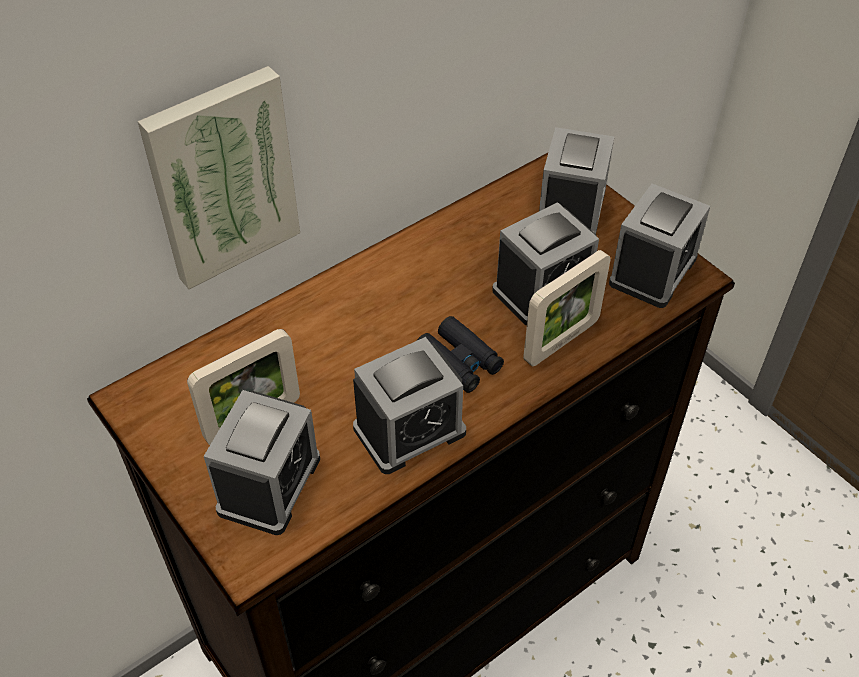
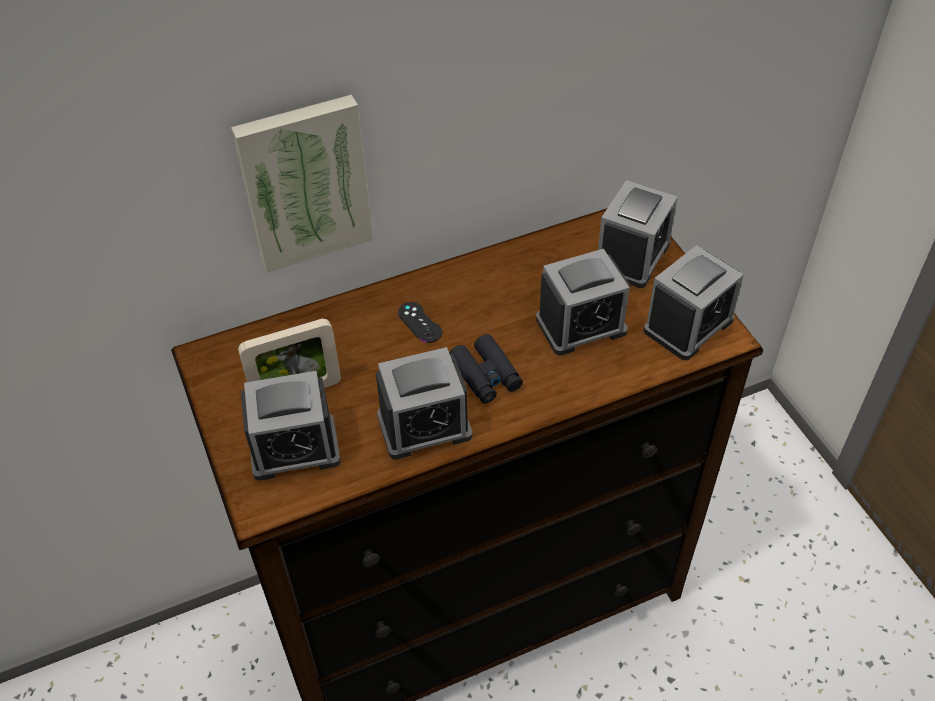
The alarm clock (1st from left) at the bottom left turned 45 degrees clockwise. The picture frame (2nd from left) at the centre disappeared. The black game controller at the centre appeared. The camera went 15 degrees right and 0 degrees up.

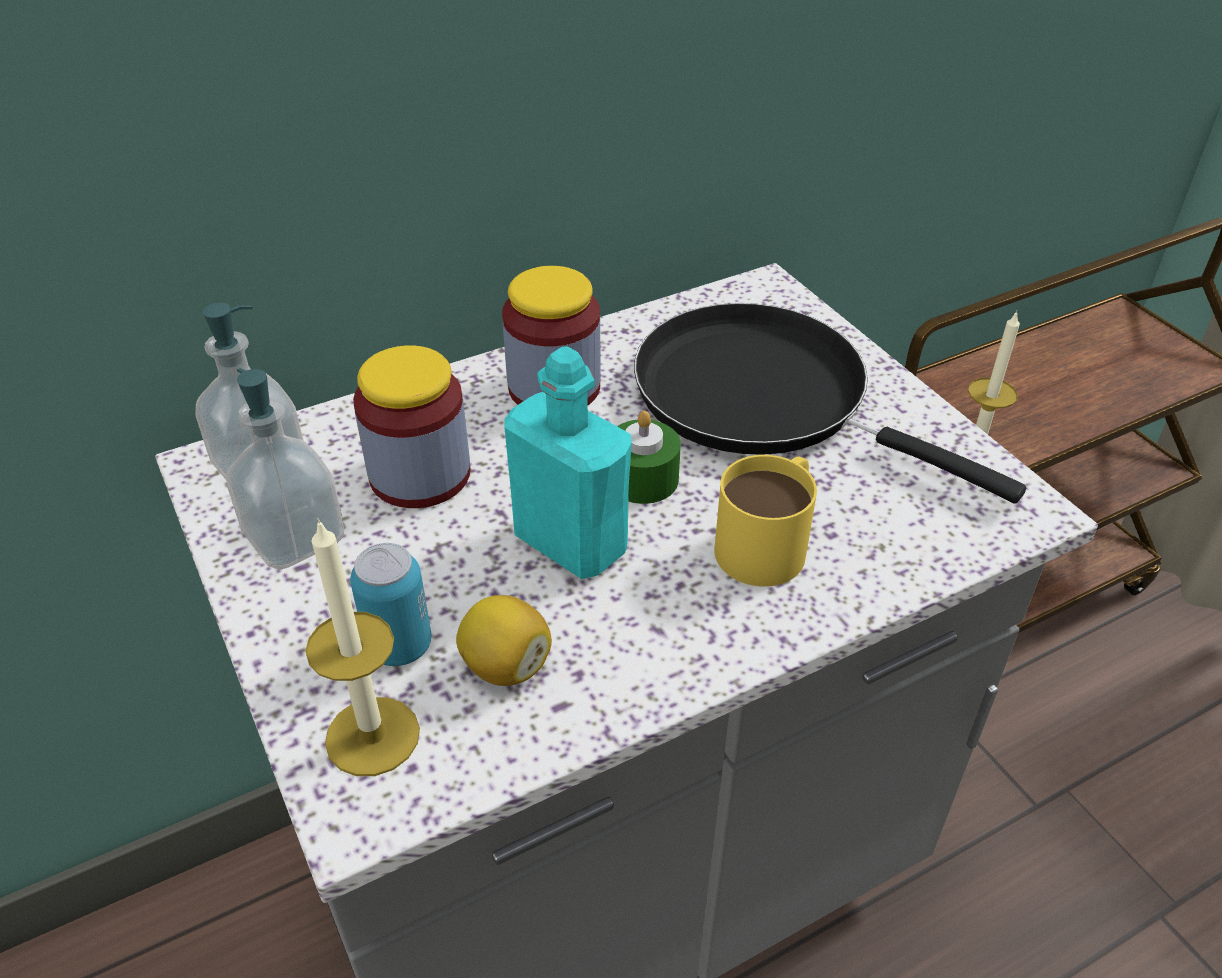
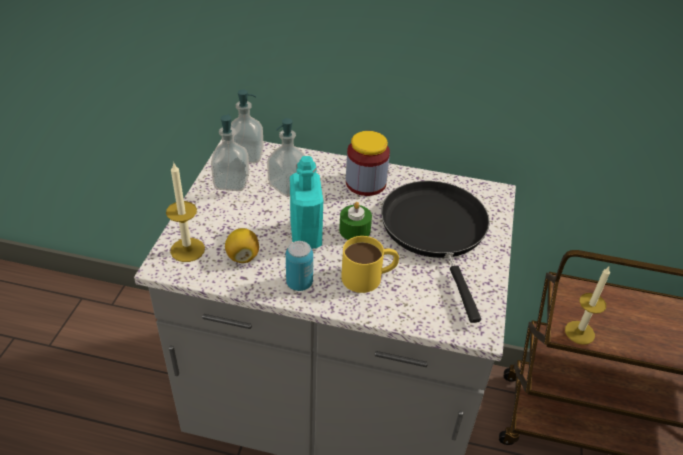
The can moved from the middle left to the centre. The jar (1st from left) at the centre was replaced by the soap dispenser (3rd from left) at the centre. The camera went 40 degrees right and 0 degrees up.

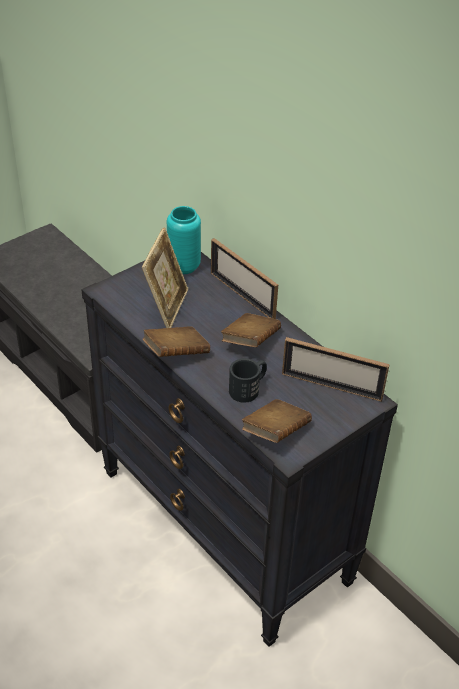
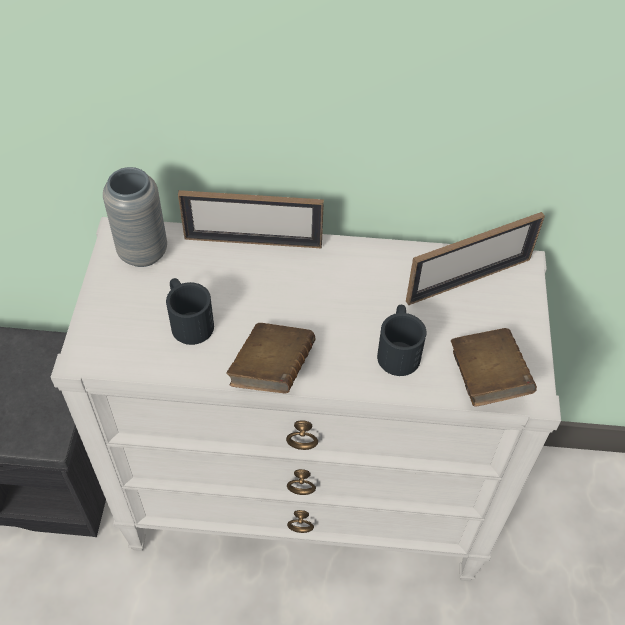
The black dresser at the centre became the white dresser at the centre. The picture frame (1st from left) at the centre was replaced by the black mug (1st from left) at the middle left. The turquoise vase at the centre became the grey vase at the middle left. The brown book (2nd from left) at the centre disappeared. The camera went 45 degrees left and 10 degrees up.

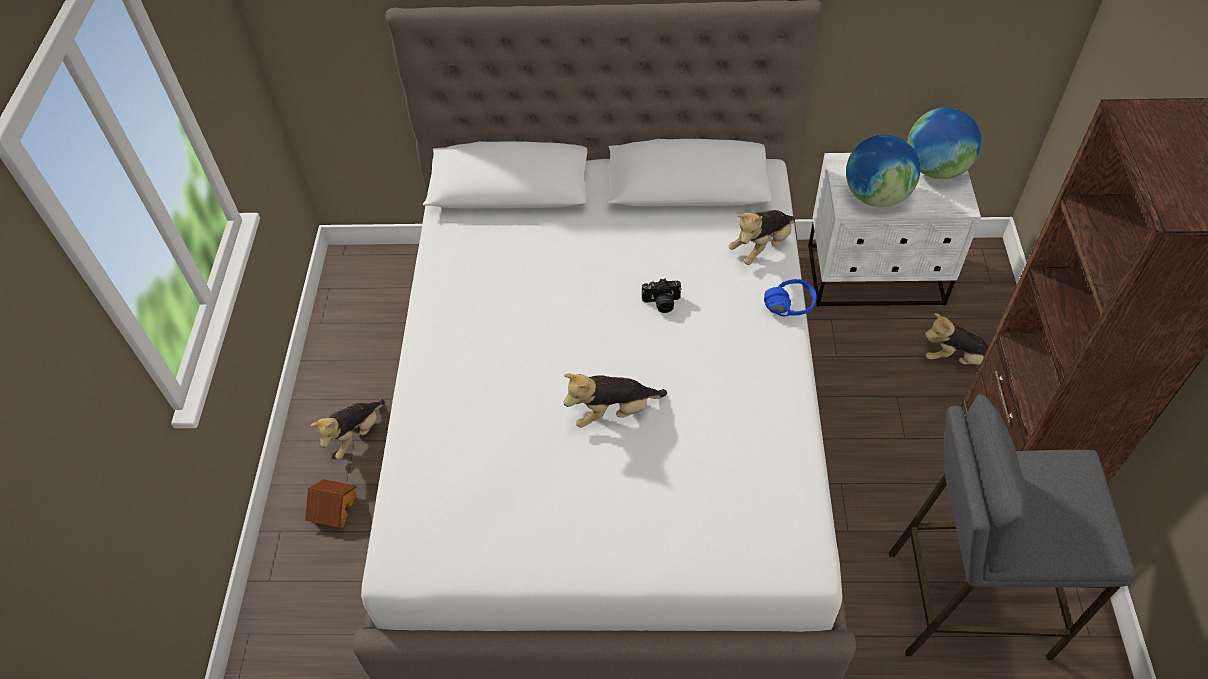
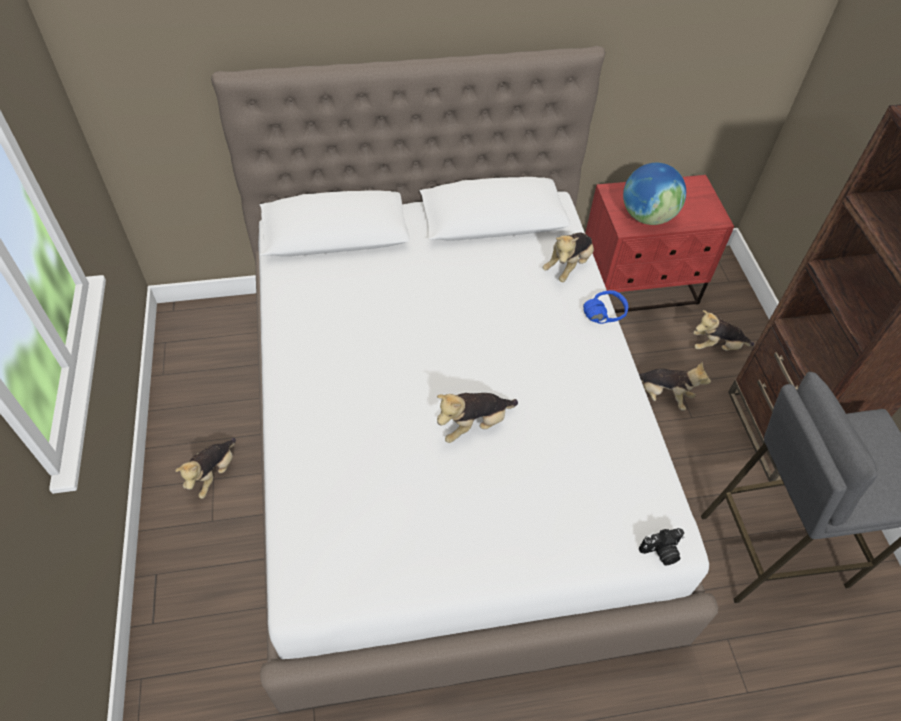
The toy house at the bottom left disappeared. The photo camera moved from the centre to the bottom right. The white nightstand at the middle right became the red nightstand at the middle right. The globe (2nd from left) at the top right disappeared. The plush toy (4th from left) at the middle right appeared. The camera went 15 degrees left and 0 degrees up.

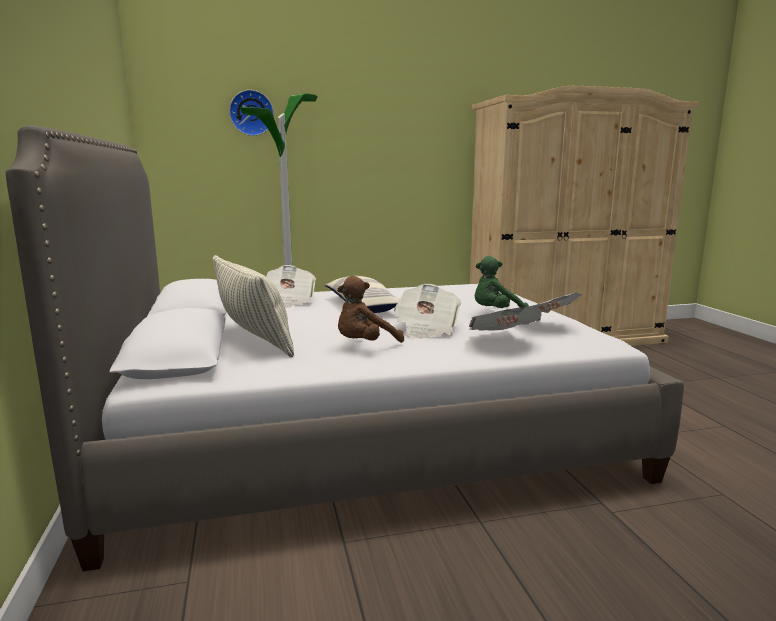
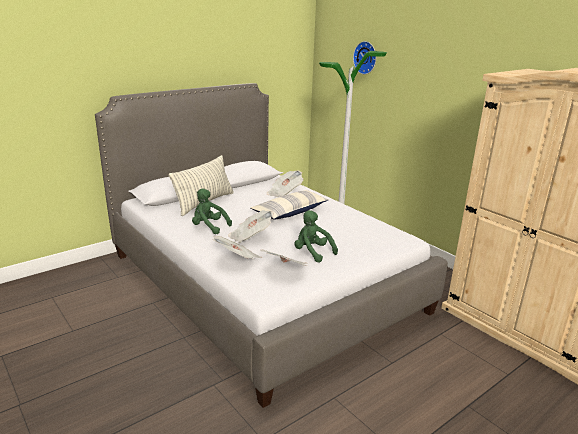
The brown plush toy at the centre became the green plush toy (1st from left) at the centre. The camera went 65 degrees right and 10 degrees up.

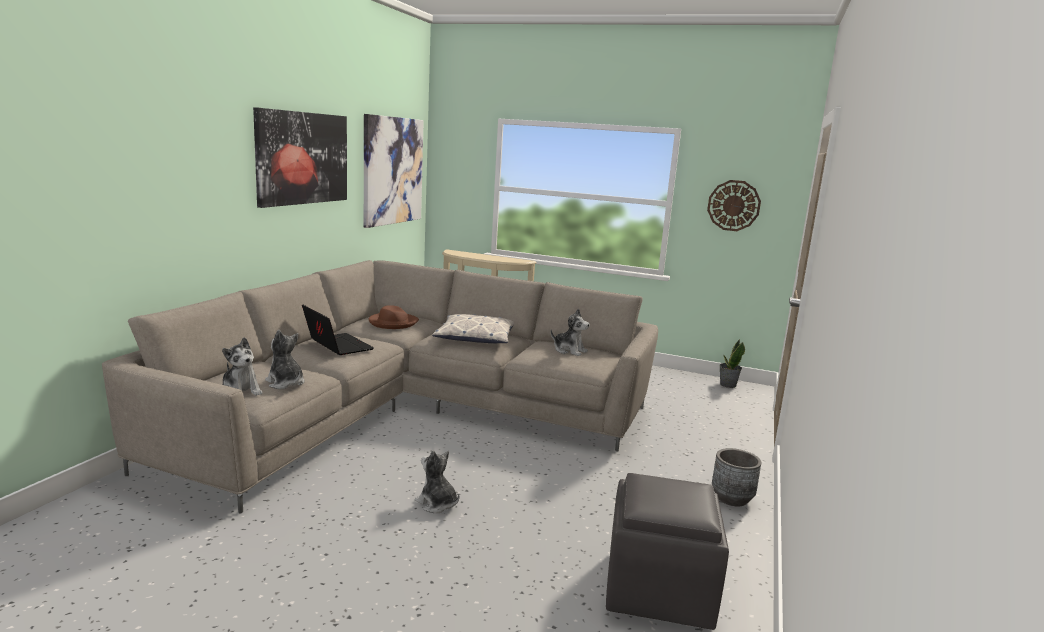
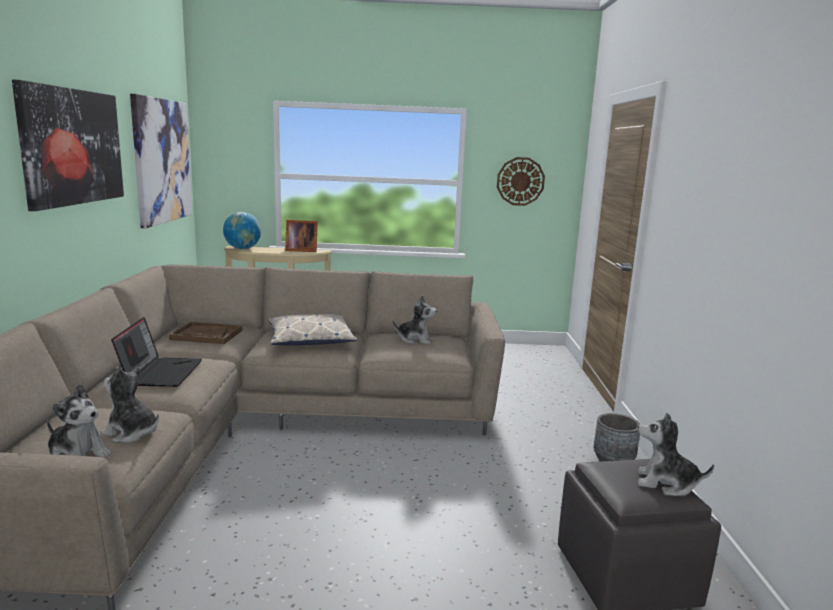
The laptop at the middle left turned 60 degrees clockwise. The brown hat at the centre was replaced by the brown tray at the middle left. The plush toy (3rd from left in the first image) moved from the bottom centre to the bottom right. The potted plant at the middle right disappeared. The globe at the middle left appeared. The picture frame at the centre appeared. The camera went 20 degrees left and 0 degrees up.

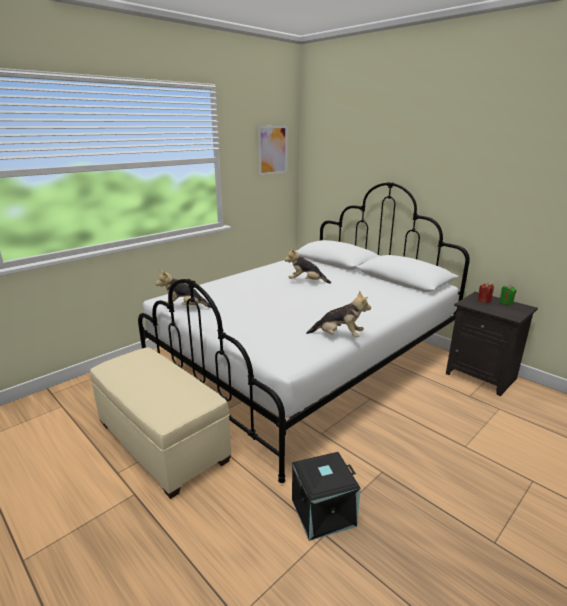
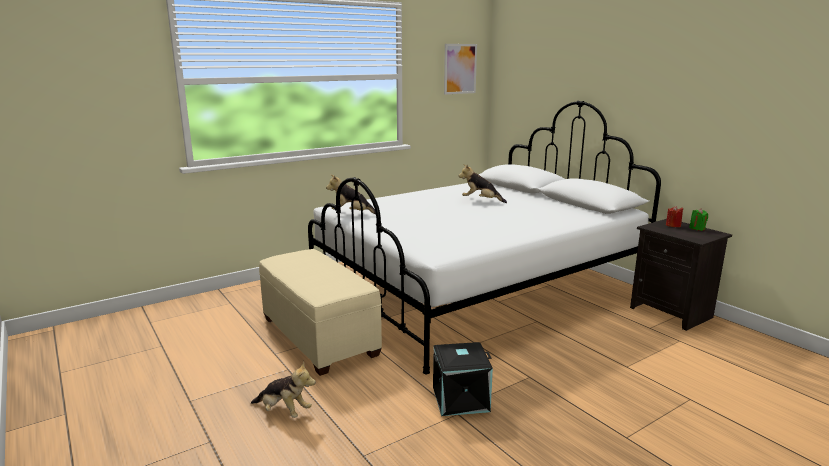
The plush toy (3rd from left in the first image) moved from the centre to the bottom centre. The camera went 10 degrees right and 5 degrees down.

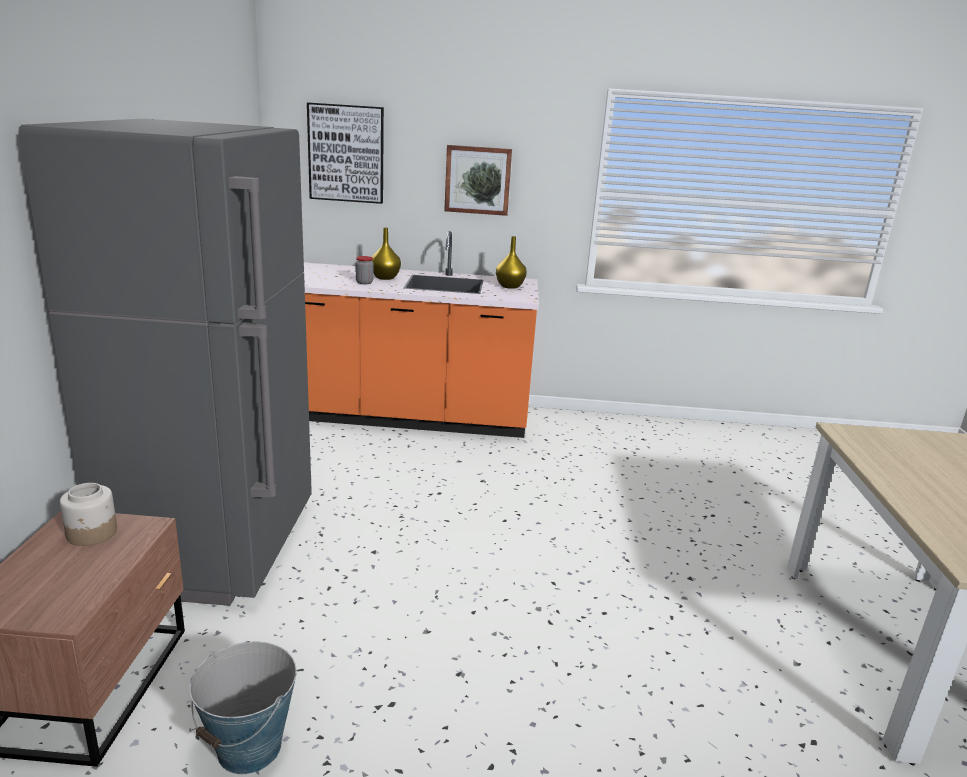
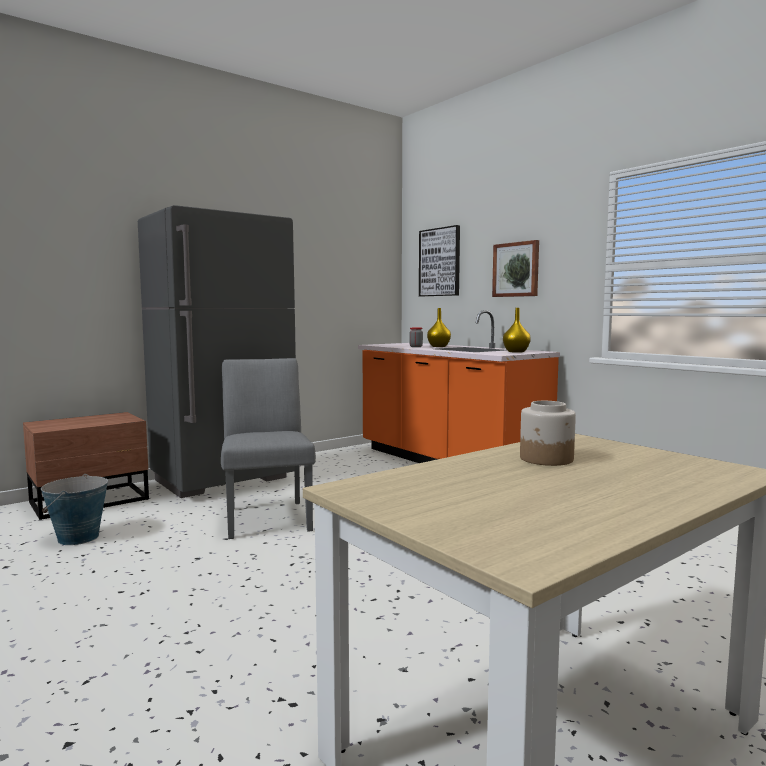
The jar (1st from left in the first image) moved from the middle left to the middle right. The grey chair at the centre appeared. The camera went 50 degrees right and 15 degrees down.

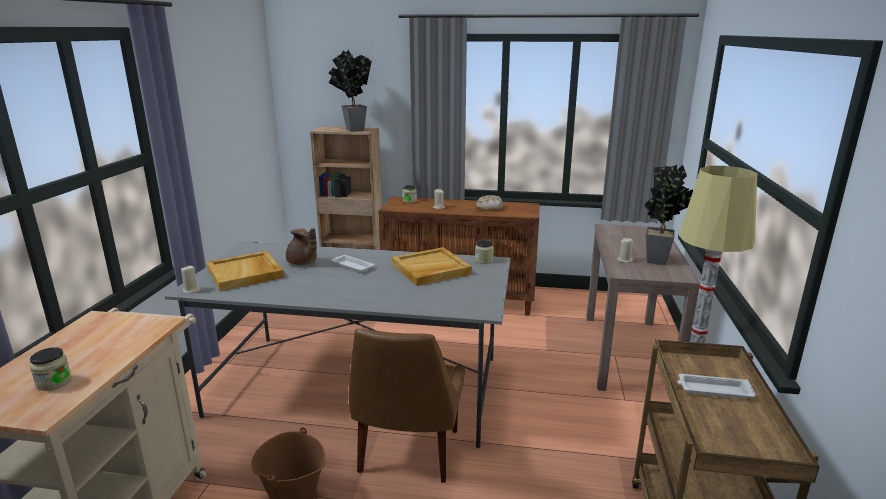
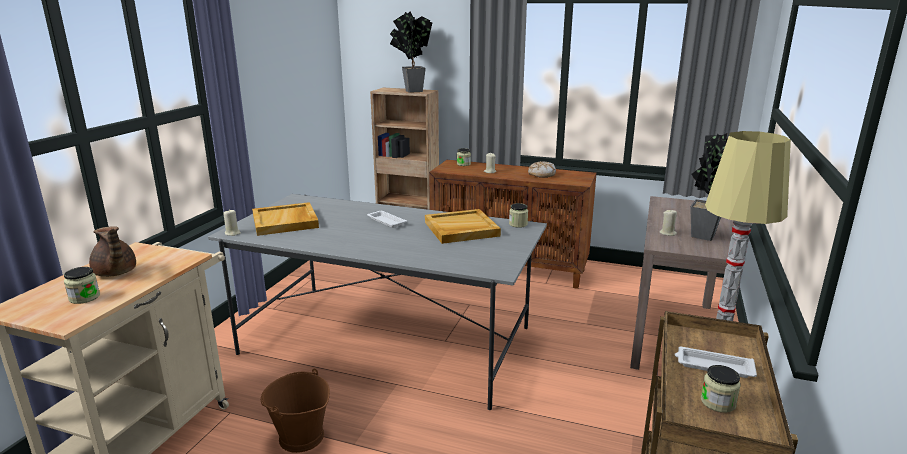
The brown teapot moved from the centre to the middle left. The brown chair at the bottom centre disappeared. The jar (4th from left) at the bottom right appeared. The camera went 10 degrees right and 0 degrees up.

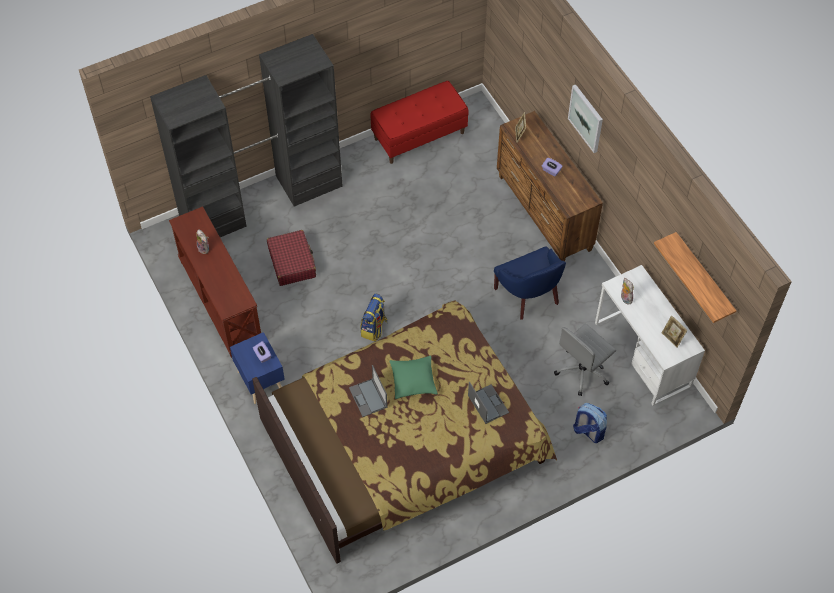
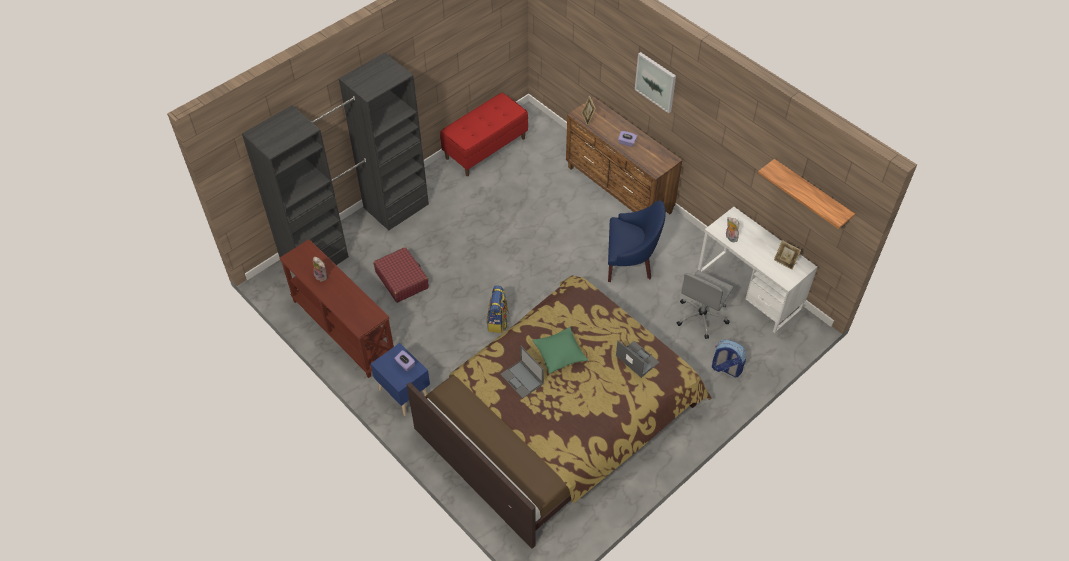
The blue armchair at the centre turned 45 degrees counterclockwise. The camera went 15 degrees left and 5 degrees down.

